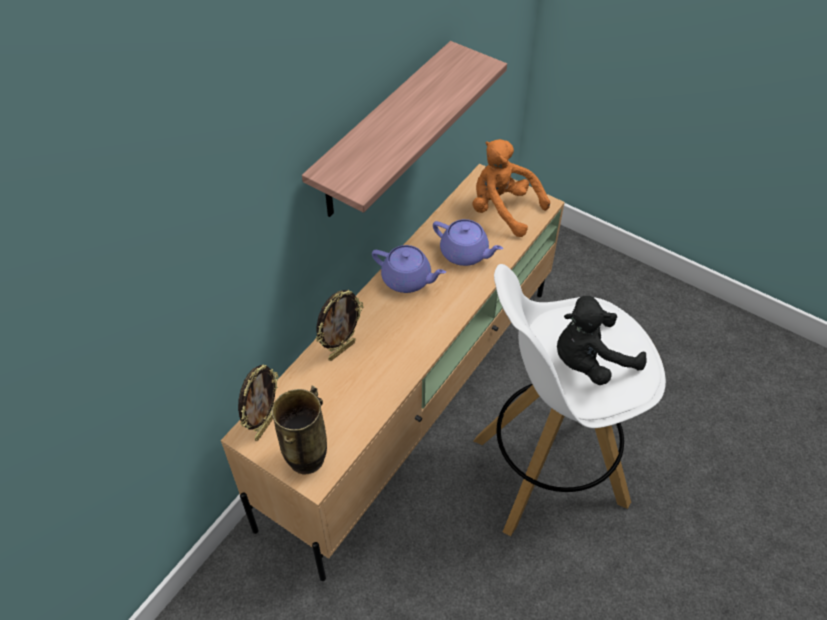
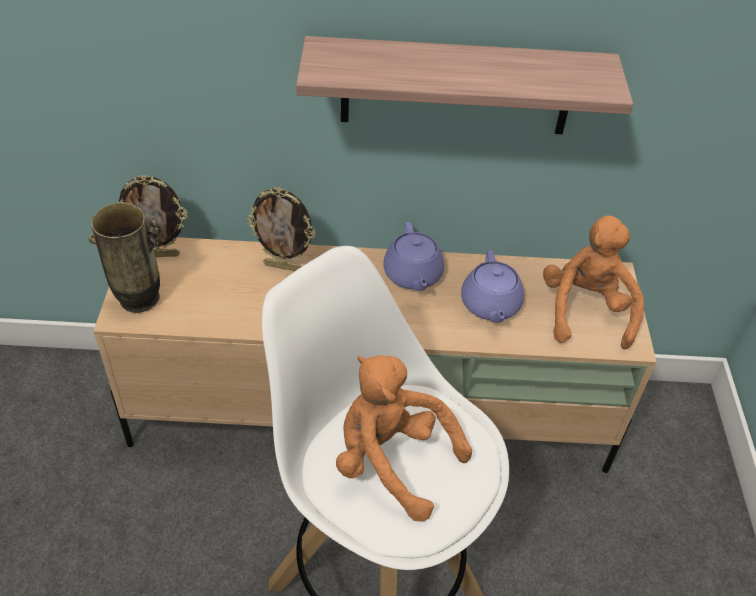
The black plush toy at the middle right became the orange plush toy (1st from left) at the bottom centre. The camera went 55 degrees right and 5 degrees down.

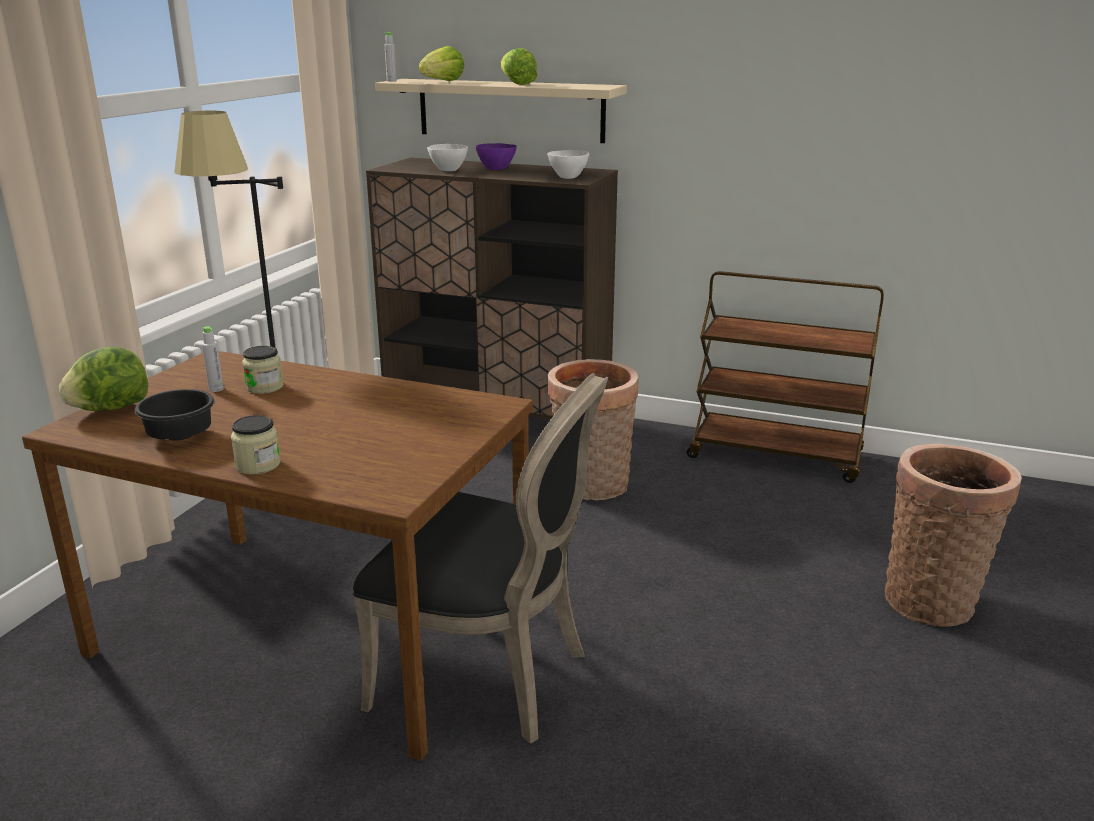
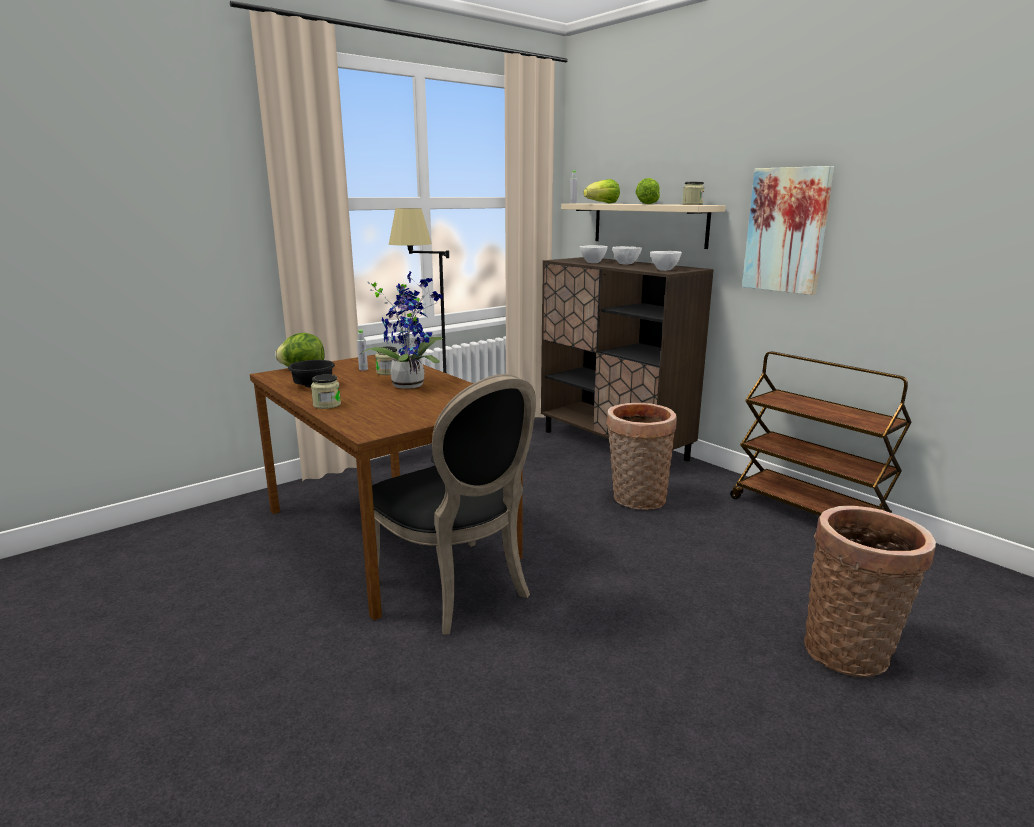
The purple bowl at the top centre became the white bowl (2nd from left) at the top centre. The potted plant at the centre appeared. The jar (3rd from left) at the top right appeared. The picture at the top right appeared. The camera went 30 degrees right and 5 degrees down.

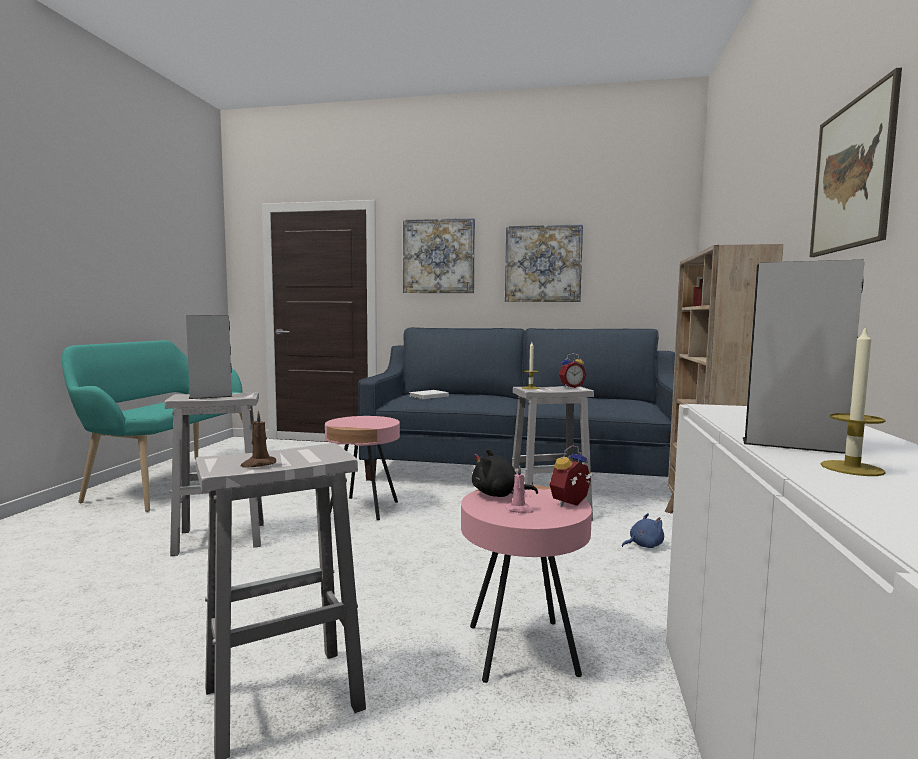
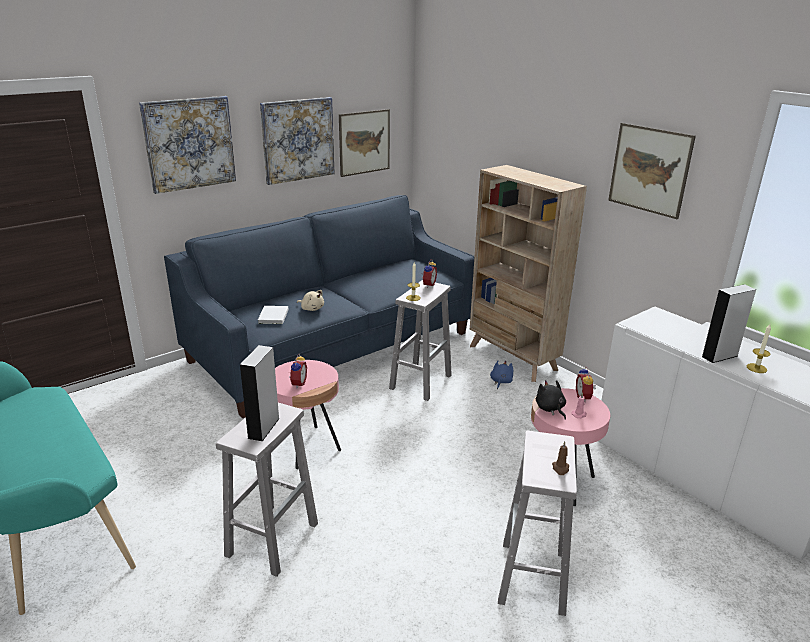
The black plush toy at the centre turned 105 degrees clockwise. The alarm clock (1st from left) at the centre appeared. The beige plush toy at the centre appeared. The picture (3rd from left) at the top centre appeared. The camera went 50 degrees left and 20 degrees up.

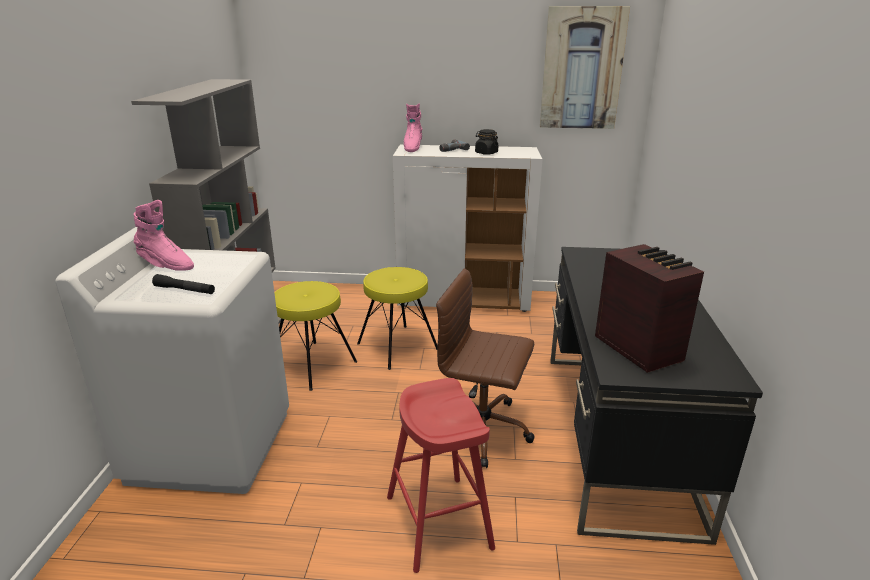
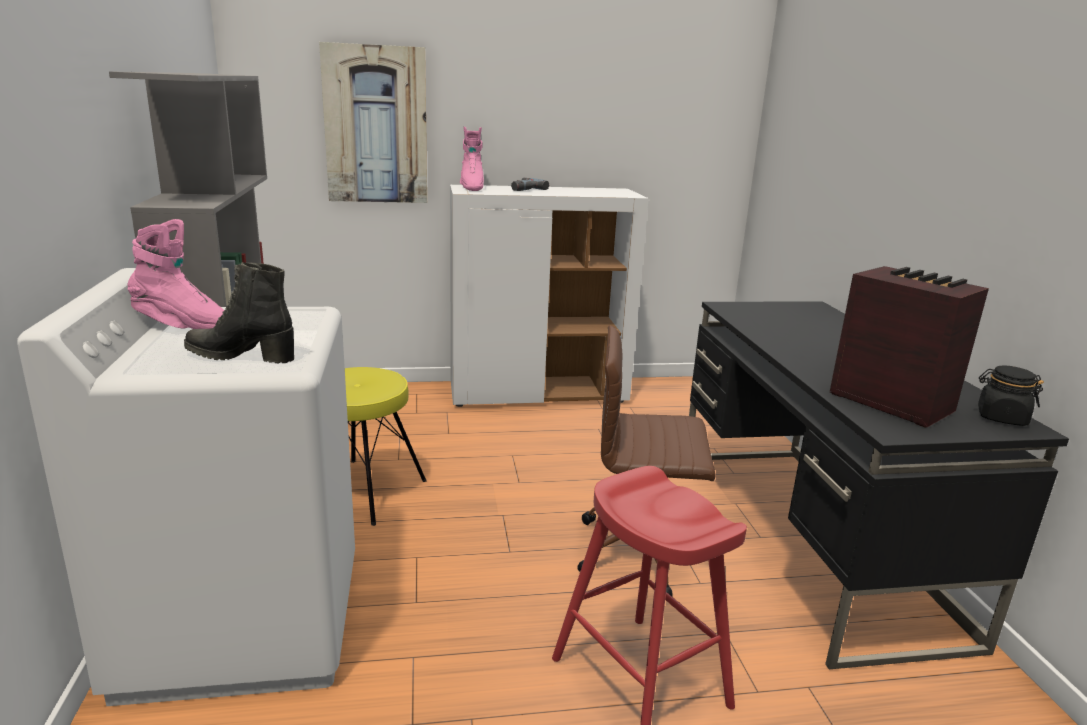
The black flashlight at the middle left was replaced by the black boot at the middle left. The yellow stool (2nd from left) at the centre disappeared. The black jar moved from the top centre to the middle right. The picture moved from the top right to the top centre. The camera went 15 degrees left and 5 degrees down.

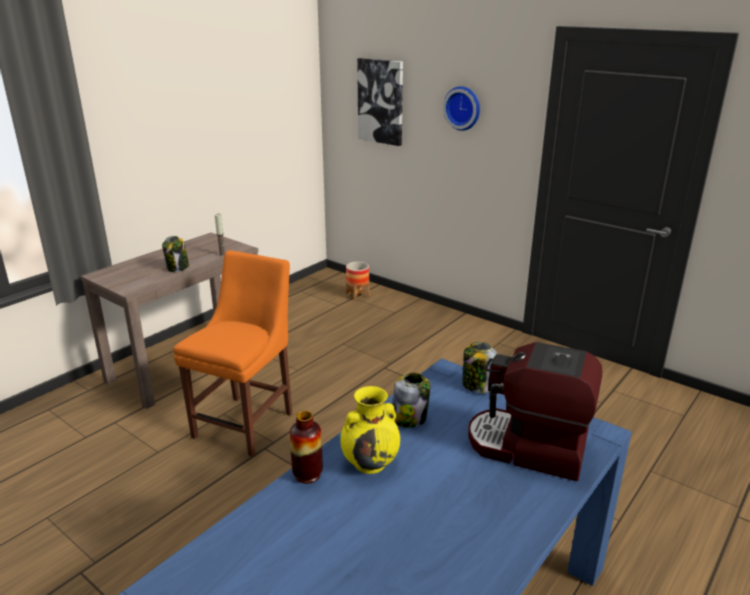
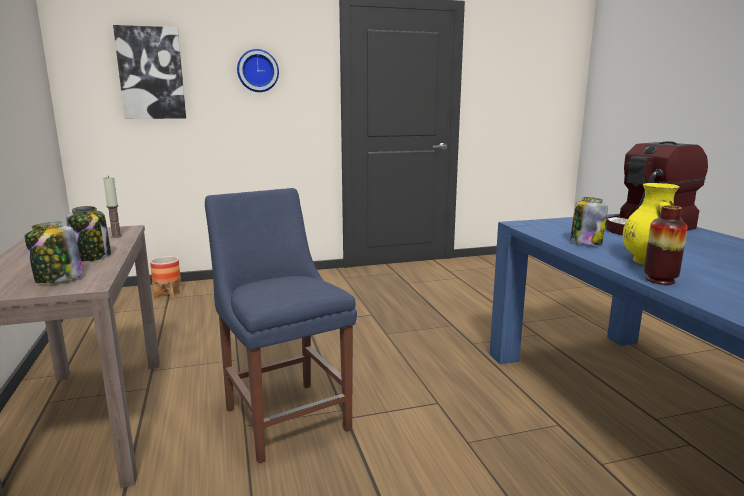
The orange chair at the middle left became the blue chair at the centre. The jar (3rd from left in the first image) moved from the centre to the middle left. The camera went 55 degrees left and 10 degrees down.

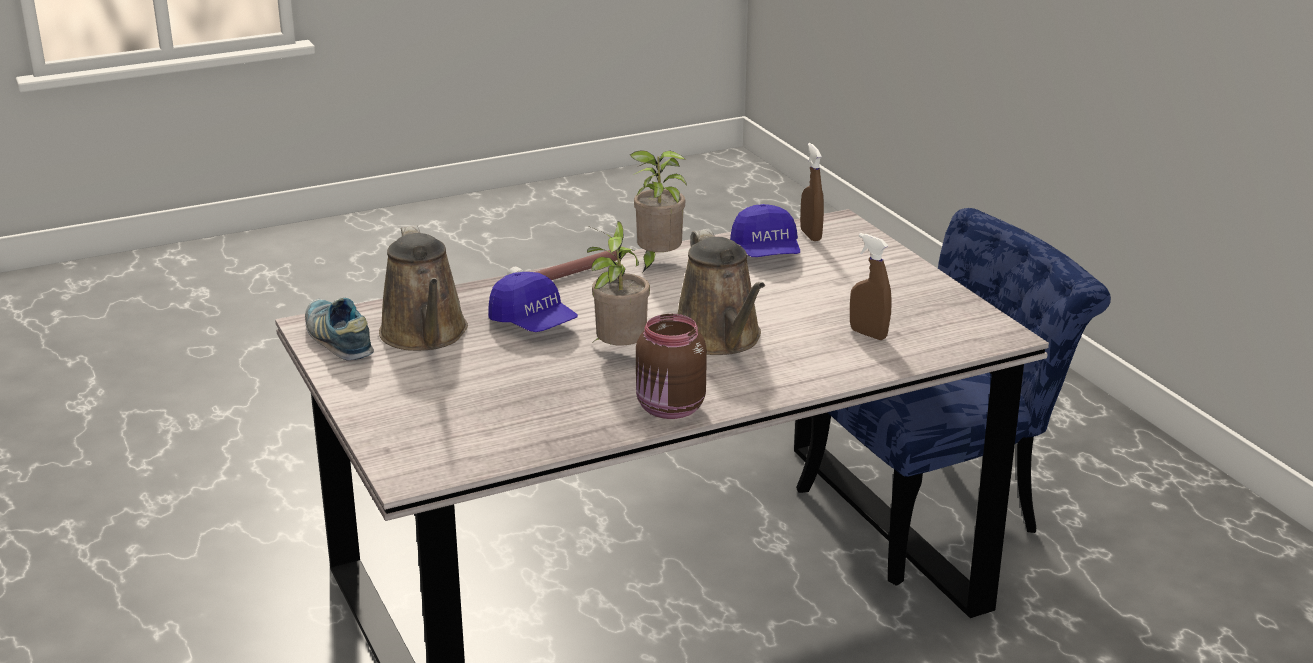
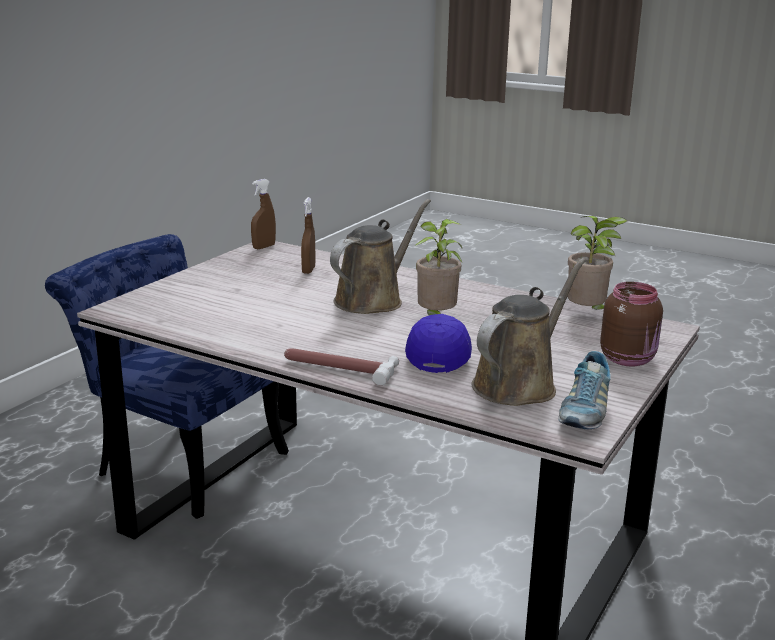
The potted plant (2nd from left) moved from the top centre to the middle right. The brown jar moved from the centre to the middle right. The blue cap (2nd from left) at the centre disappeared. The brown spray bottle (1st from left) moved from the top centre to the centre. The camera went 125 degrees left and 5 degrees down.

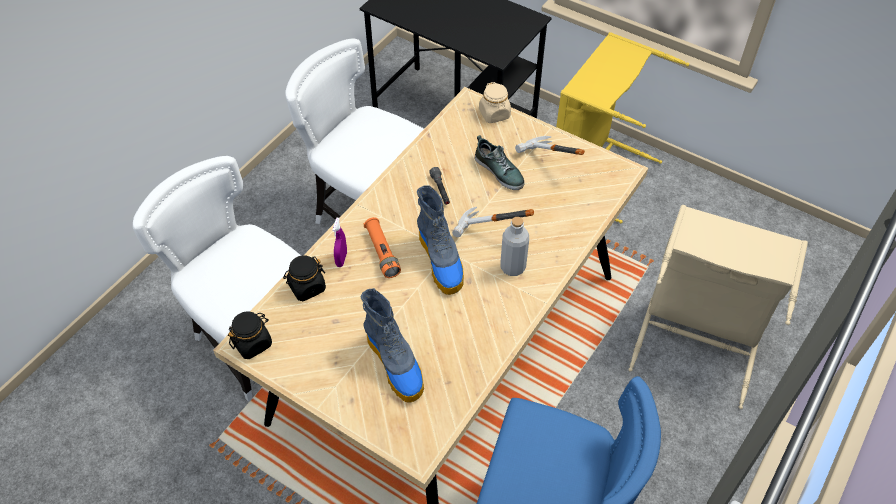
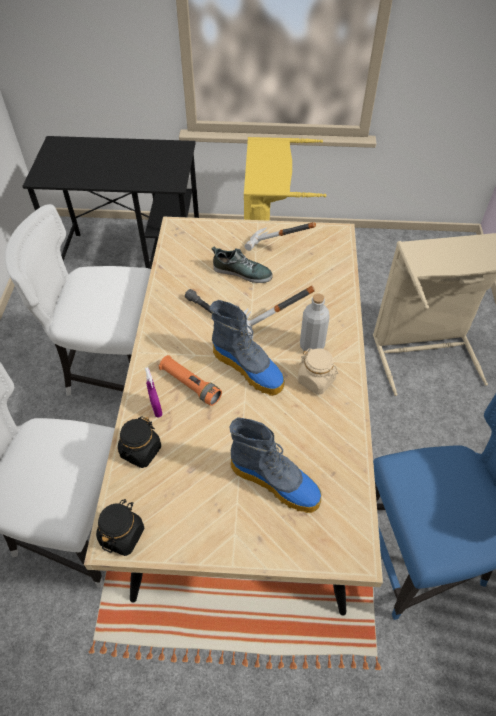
The beige jar moved from the top centre to the centre. The camera went 30 degrees left and 0 degrees up.

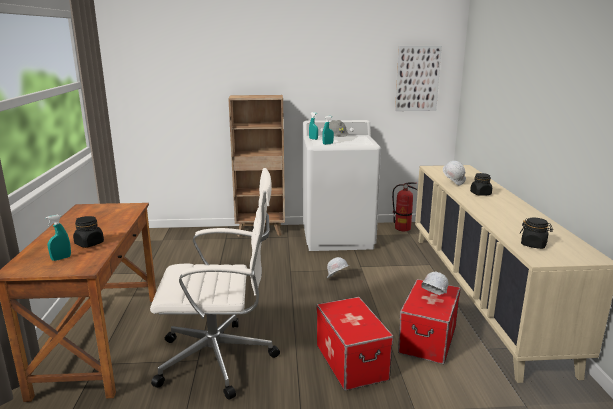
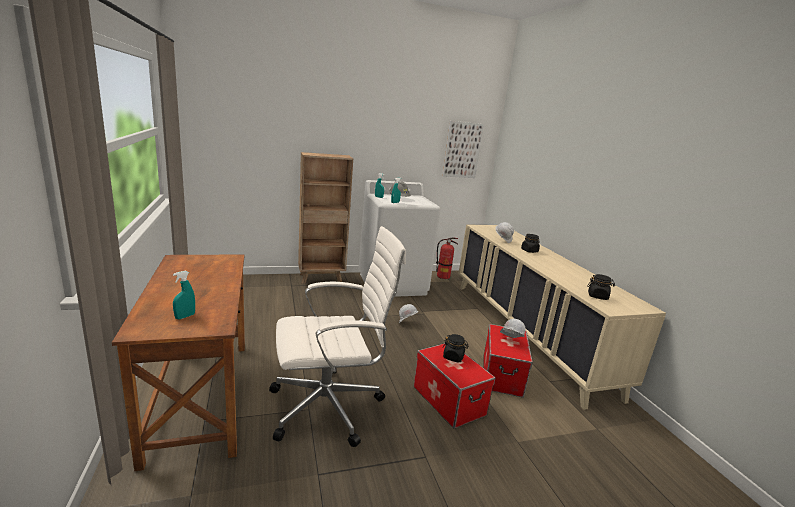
The black jar (1st from left) moved from the middle left to the bottom centre. The camera went 15 degrees left and 0 degrees up.

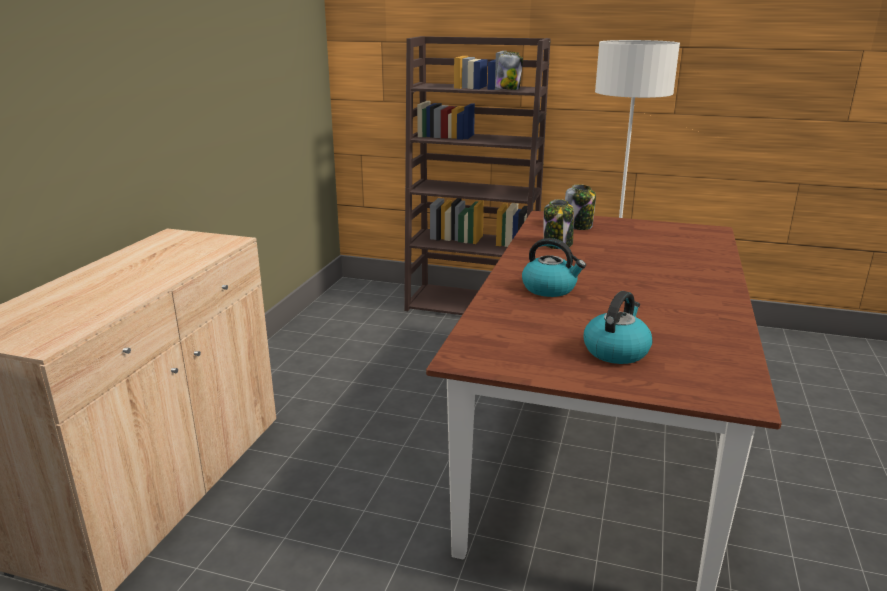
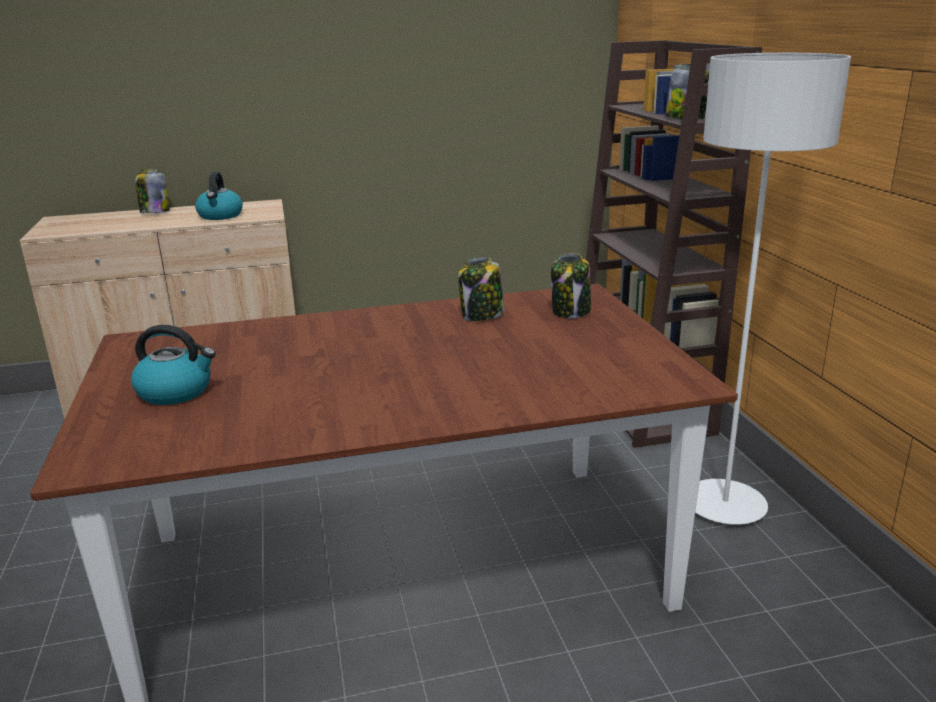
The kettle (1st from left in the first image) moved from the centre to the top left. The jar (1st from left) at the top left appeared. The camera went 60 degrees right and 0 degrees up.

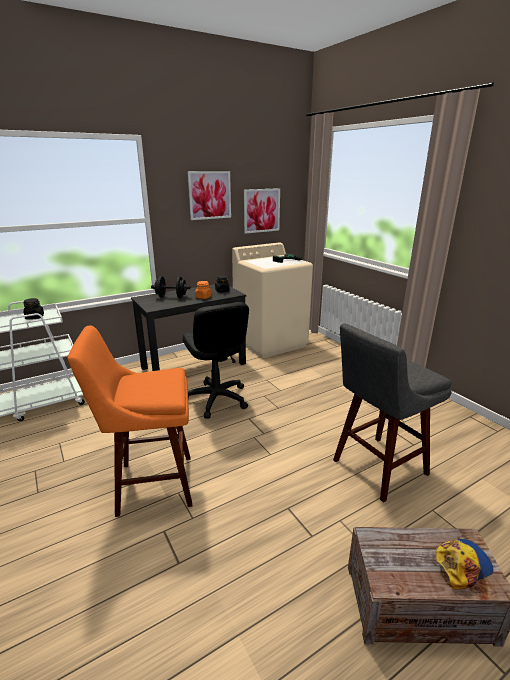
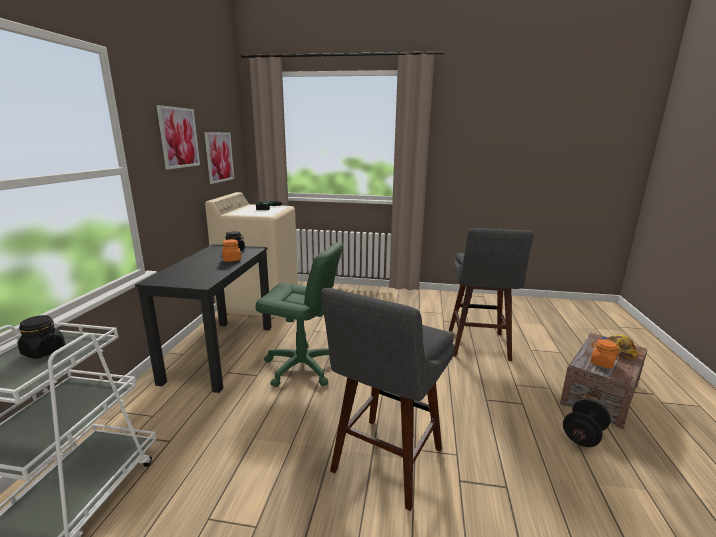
The orange stool at the middle left became the grey stool (1st from left) at the bottom centre. The black dumbbell moved from the centre to the bottom right. The black office chair at the centre became the green office chair at the centre. The orange jar (2nd from left) at the middle right appeared. The camera went 50 degrees left and 5 degrees down.

